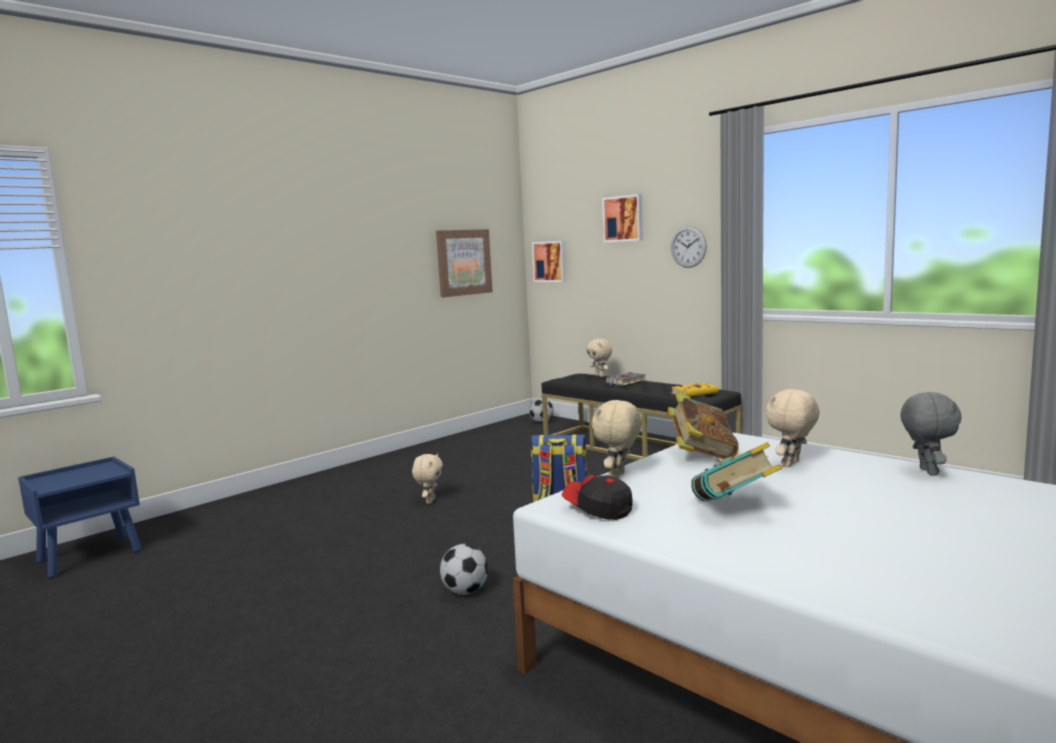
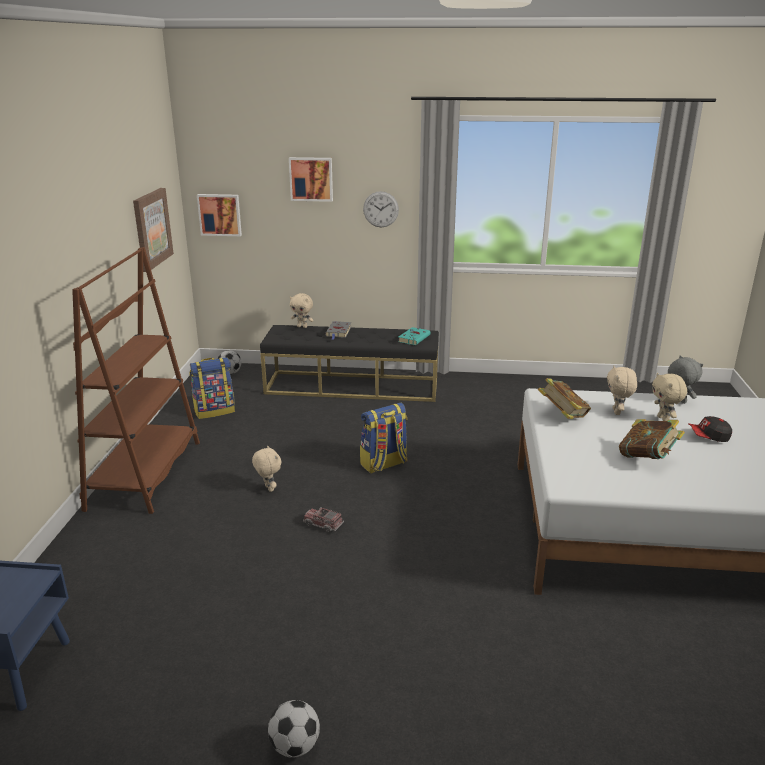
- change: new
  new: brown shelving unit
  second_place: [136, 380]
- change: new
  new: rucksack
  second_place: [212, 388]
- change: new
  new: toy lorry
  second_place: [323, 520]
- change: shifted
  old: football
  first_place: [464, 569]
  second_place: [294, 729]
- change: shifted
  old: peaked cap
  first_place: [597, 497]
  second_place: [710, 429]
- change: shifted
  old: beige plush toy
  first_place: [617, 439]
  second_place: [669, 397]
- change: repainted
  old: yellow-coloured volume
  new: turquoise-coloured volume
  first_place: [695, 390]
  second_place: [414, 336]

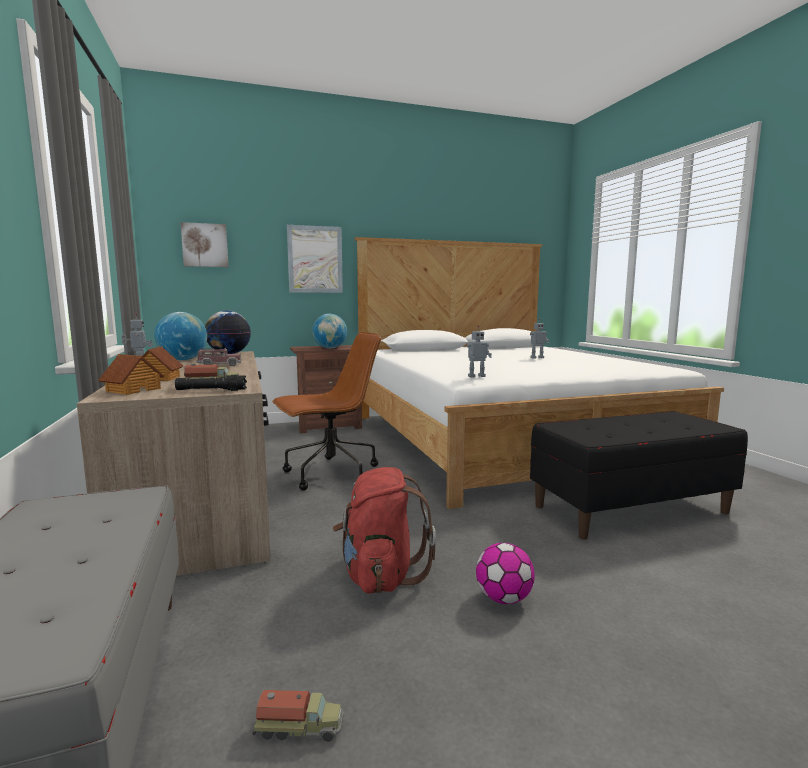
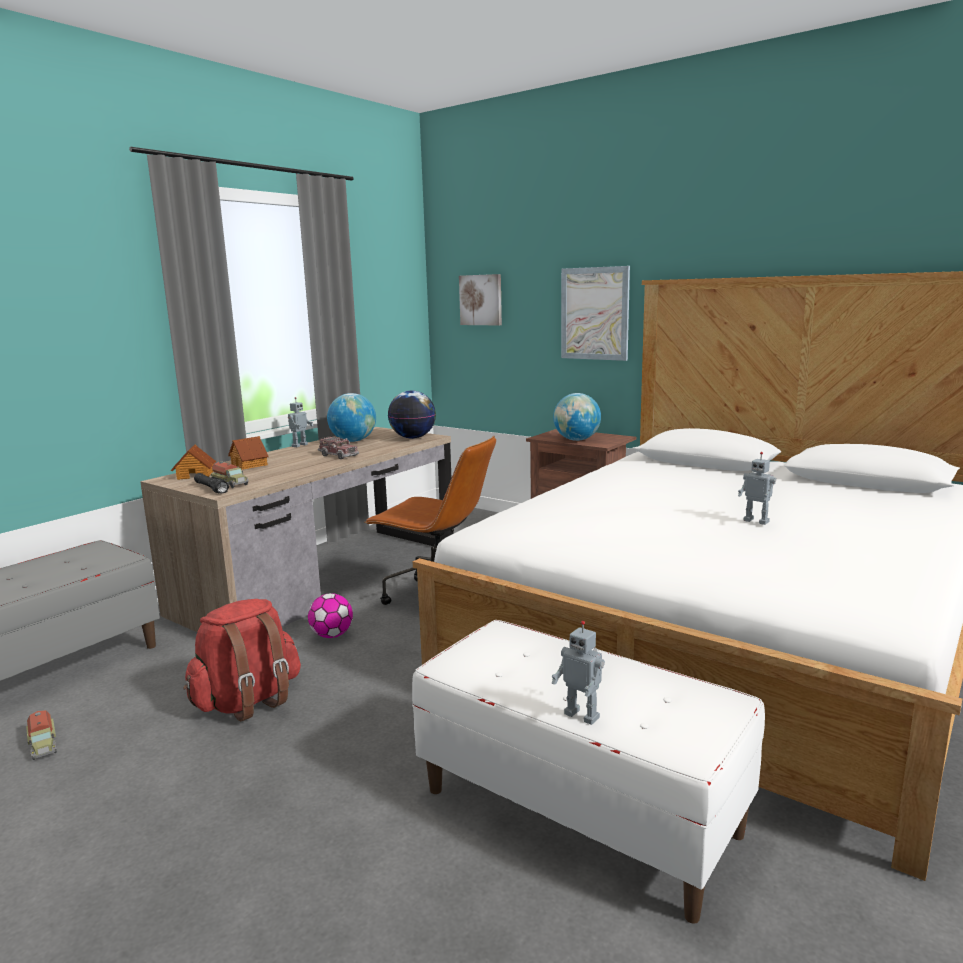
- change: shifted
  old: toy robot
  first_place: [479, 351]
  second_place: [578, 673]
- change: shifted
  old: football
  first_place: [505, 573]
  second_place: [330, 615]
- change: repainted
  old: blackish long seat
  new: whitish long seat
  first_place: [639, 475]
  second_place: [588, 772]

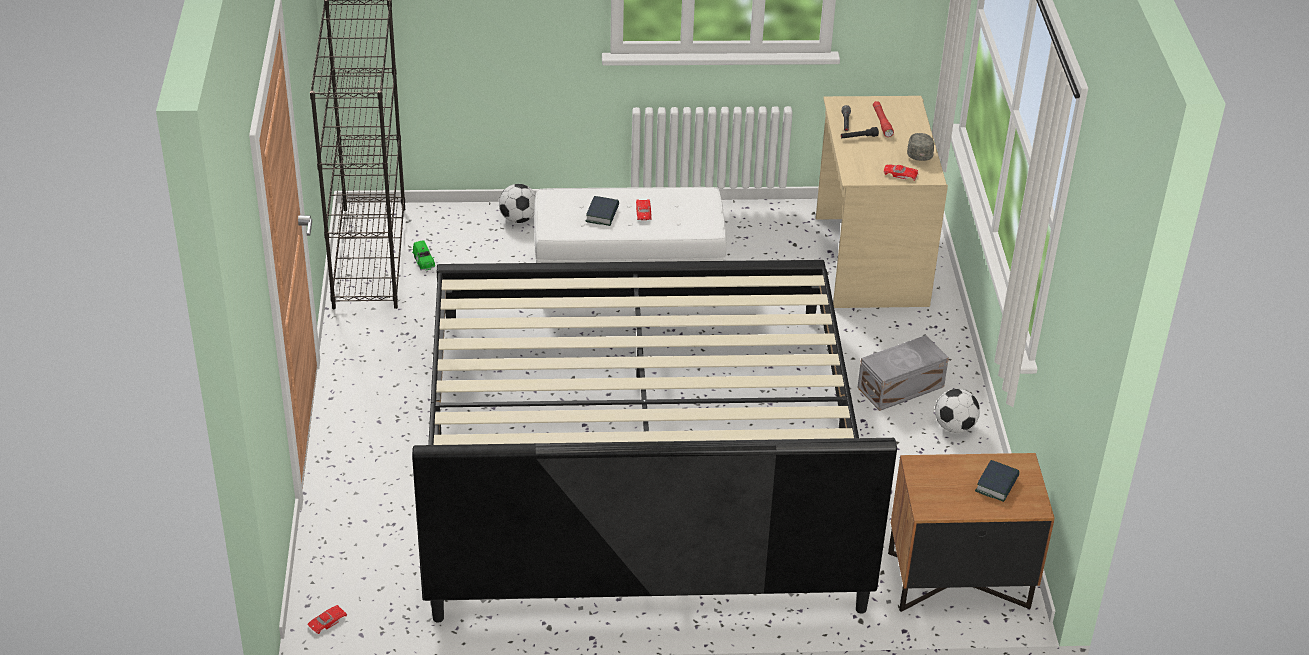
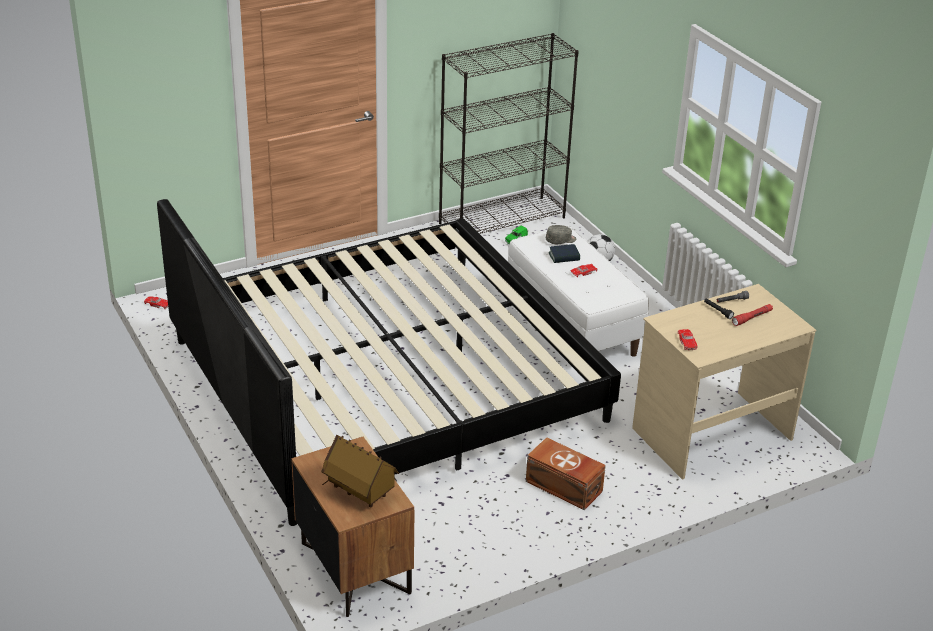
- change: gone
  old: football
  first_place: [957, 411]
- change: shifted
  old: greyish peaked cap
  first_place: [920, 147]
  second_place: [561, 234]
- change: swapped
  old: volume
  new: miniature house
  first_place: [997, 481]
  second_place: [360, 471]
- change: repainted
  old: greyish storage container
  new: brown storage container
  first_place: [903, 373]
  second_place: [566, 473]

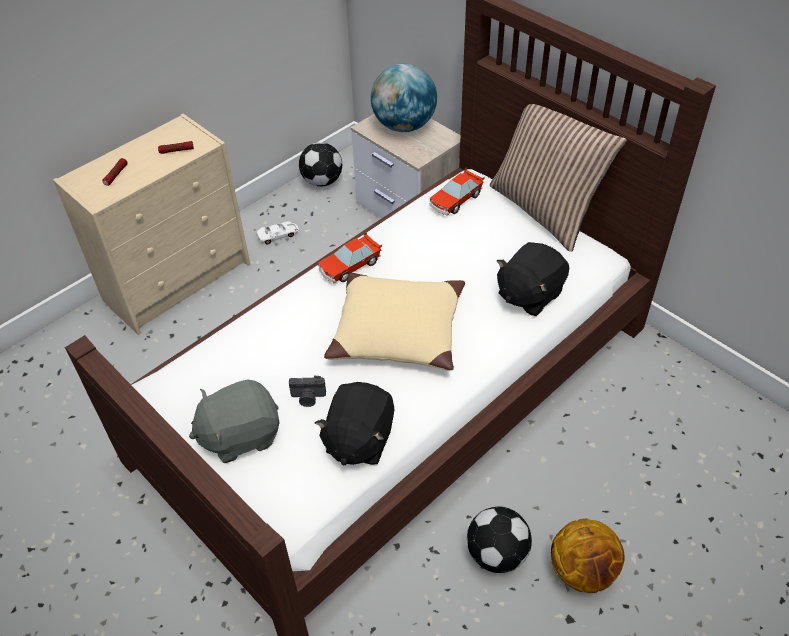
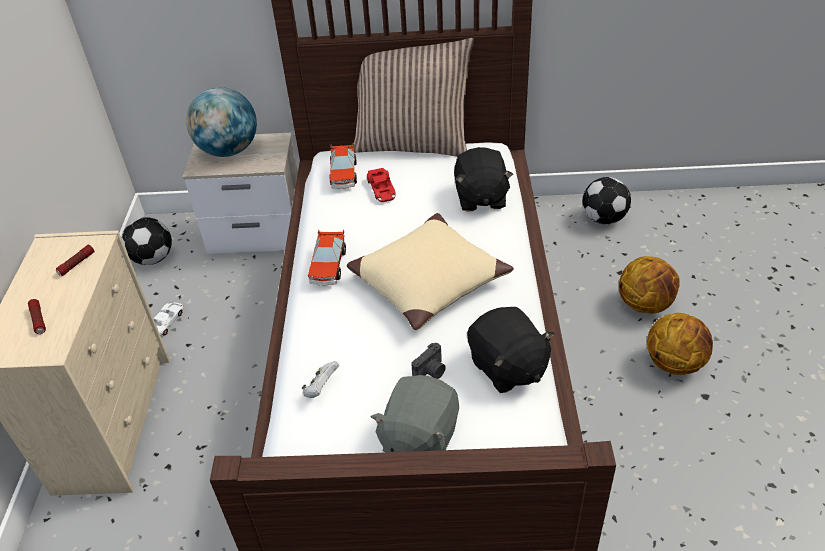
- change: new
  new: whitish game controller
  second_place: [320, 379]
- change: new
  new: red model car
  second_place: [381, 185]
- change: new
  new: ball for basketball
  second_place: [649, 285]
- change: shifted
  old: football
  first_place: [499, 540]
  second_place: [606, 200]

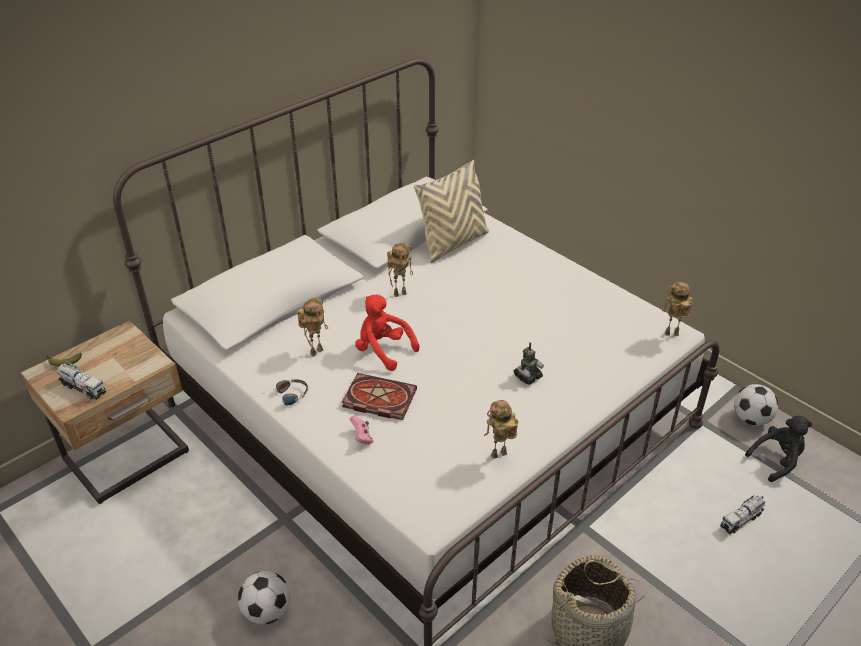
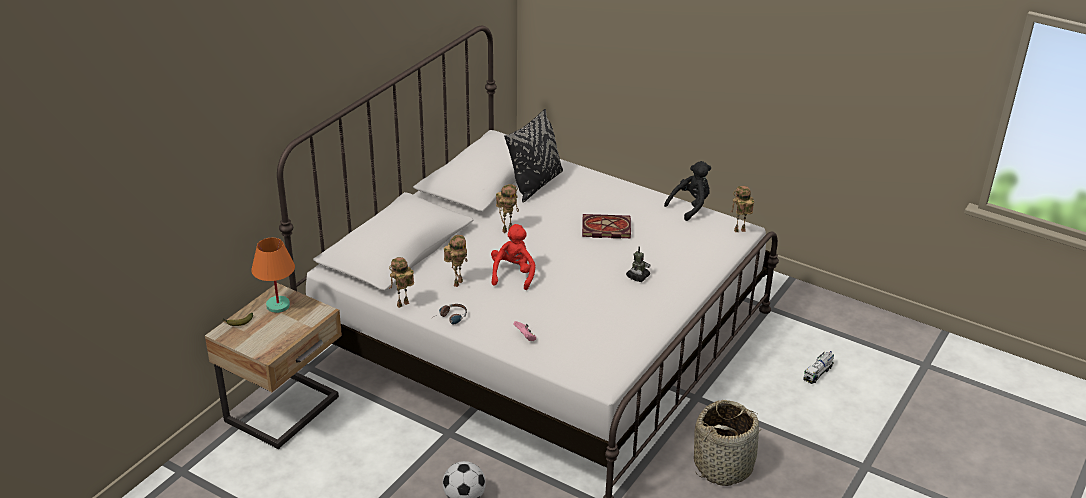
- change: gone
  old: toy lorry
  first_place: [81, 380]
- change: gone
  old: football
  first_place: [756, 405]
- change: new
  new: orange-coloured table lamp
  second_place: [273, 275]
- change: shifted
  old: volume
  first_place: [379, 396]
  second_place: [606, 226]
- change: shifted
  old: toy robot
  first_place: [501, 429]
  second_place: [401, 282]
- change: shifted
  old: blackish plush toy
  first_place: [778, 449]
  second_place: [687, 191]
- change: repainted
  old: beige cushion
  new: blackish cushion
  first_place: [451, 211]
  second_place: [533, 156]
- change: rotated
  old: red plush toy
  first_place: [387, 333]
  second_place: [513, 257]
  degrees: 75

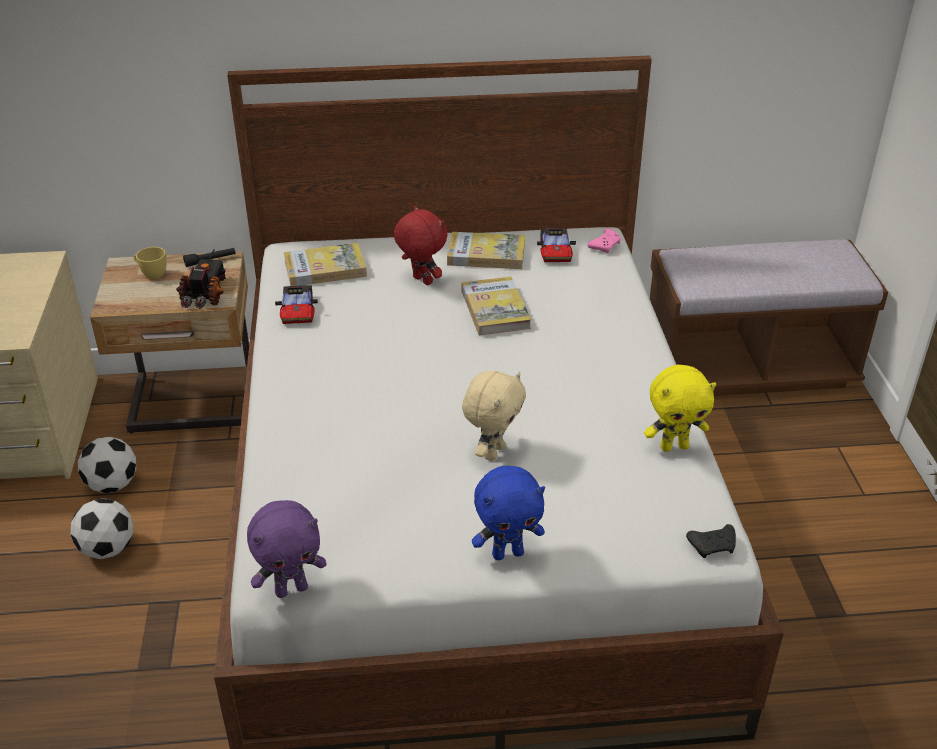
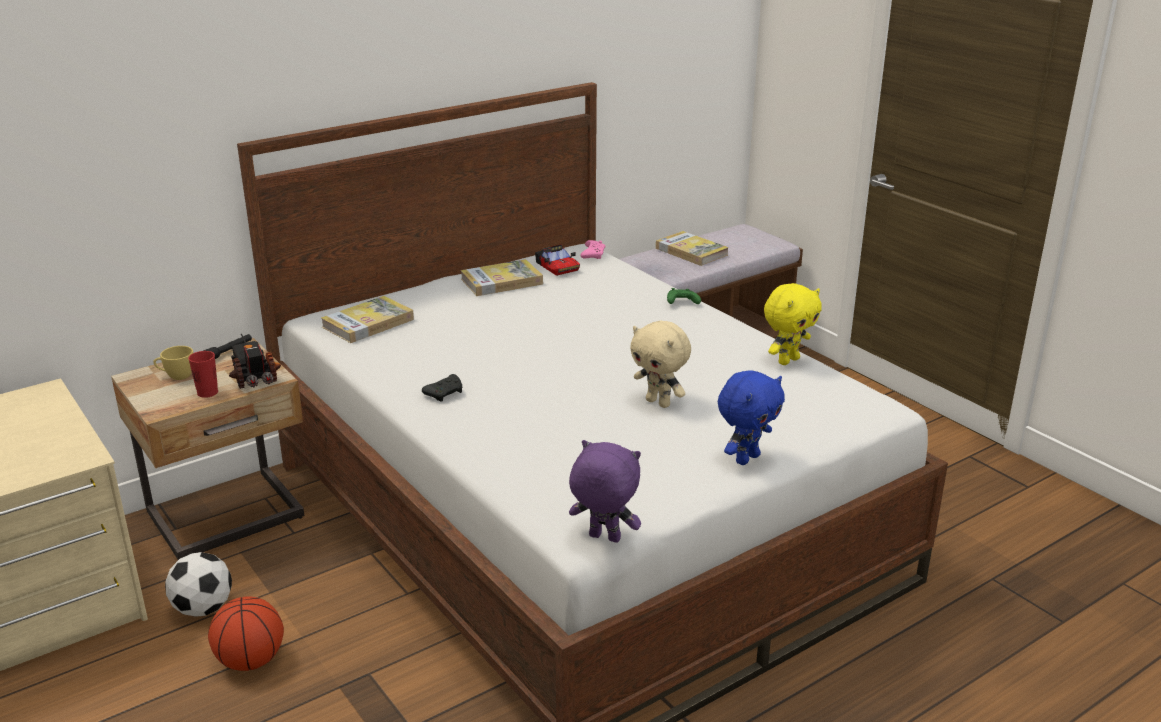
- change: gone
  old: model car
  first_place: [296, 304]
- change: gone
  old: red plush toy
  first_place: [421, 246]
- change: new
  new: red small cup
  second_place: [203, 374]
- change: new
  new: green-coloured game controller
  second_place: [684, 296]
- change: shifted
  old: volume
  first_place: [496, 306]
  second_place: [692, 248]
- change: shifted
  old: blackish game controller
  first_place: [711, 541]
  second_place: [442, 388]
- change: swapped
  old: football
  new: ball for basketball
  first_place: [102, 528]
  second_place: [246, 633]
- change: rotated
  old: purple-coloured plush toy
  first_place: [287, 549]
  second_place: [605, 491]
  degrees: -105
- change: rotated
  old: beige plush toy
  first_place: [494, 416]
  second_place: [660, 364]
  degrees: 135

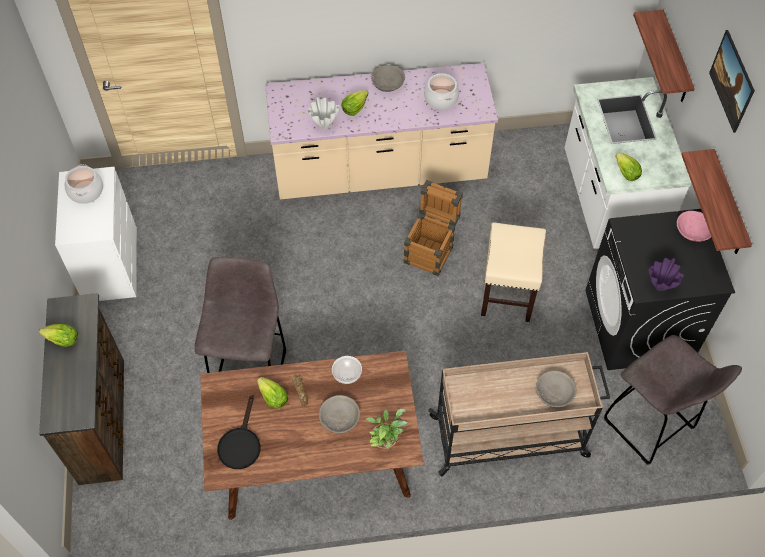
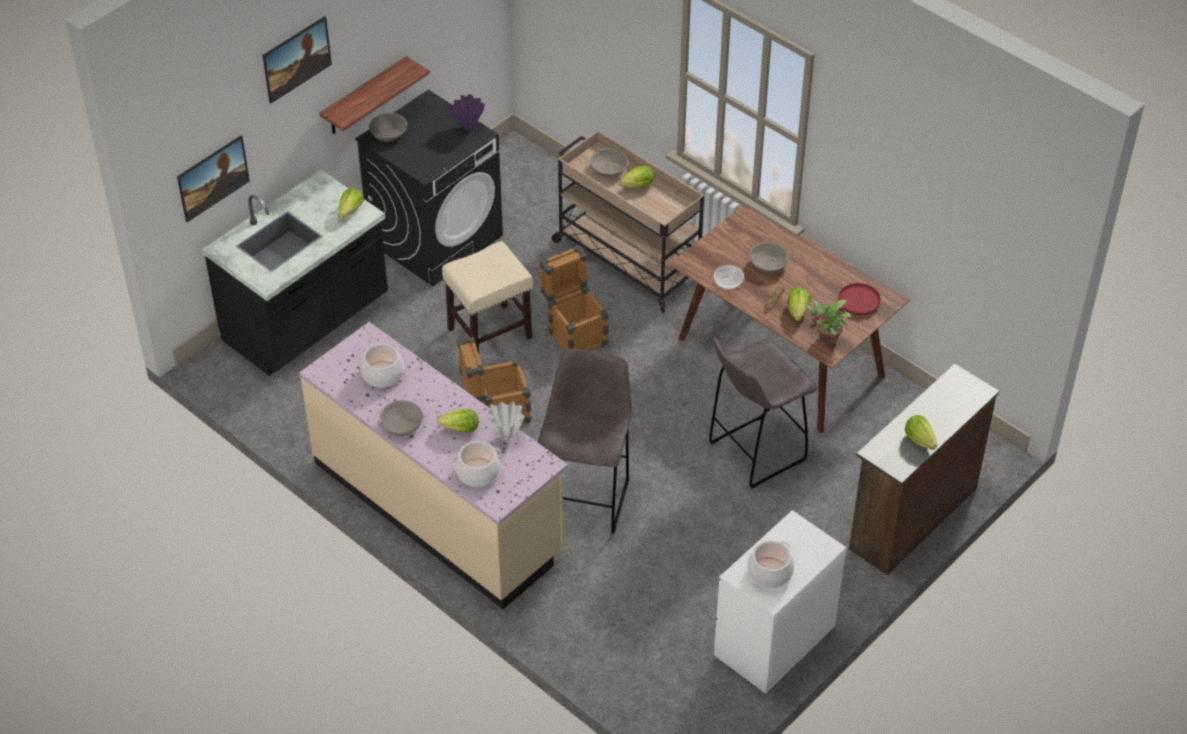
- change: new
  new: saucepot
  second_place: [477, 464]
- change: new
  new: shipping crate
  second_place: [574, 298]
- change: new
  new: lettuce head
  second_place: [637, 176]
- change: shifted
  old: plant in a pot
  first_place: [387, 430]
  second_place: [828, 322]
- change: shifted
  old: greyish stool seat
  first_place: [673, 400]
  second_place: [585, 441]
- change: swapped
  old: wall shelf
  new: wall picture
  first_place: [664, 56]
  second_place: [213, 178]
- change: repainted
  old: blackish frying pan
  new: red frying pan
  first_place: [239, 432]
  second_place: [846, 302]
- change: repainted
  old: whitish kitchen base unit
  new: blackish kitchen base unit
  first_place: [628, 163]
  second_place: [295, 273]
- change: repainted
  old: pinkish bowl
  new: greyish bowl
  first_place: [694, 226]
  second_place: [388, 127]

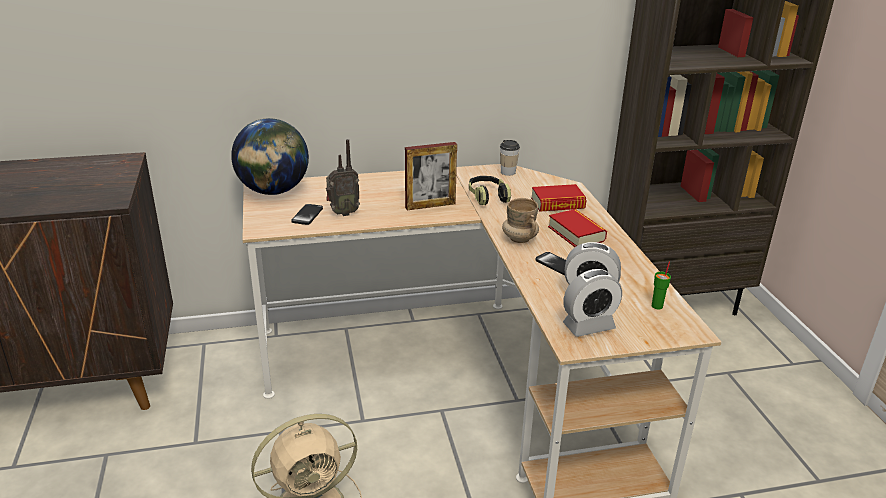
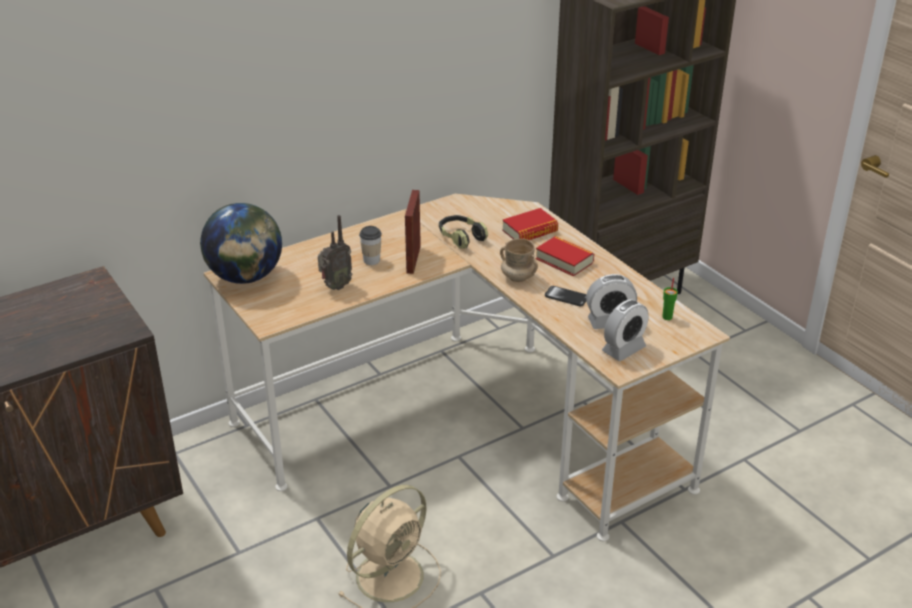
- change: gone
  old: phone
  first_place: [307, 214]
- change: shifted
  old: small cup
  first_place: [510, 158]
  second_place: [370, 245]
- change: rotated
  old: picture frame
  first_place: [431, 176]
  second_place: [413, 232]
  degrees: 135

